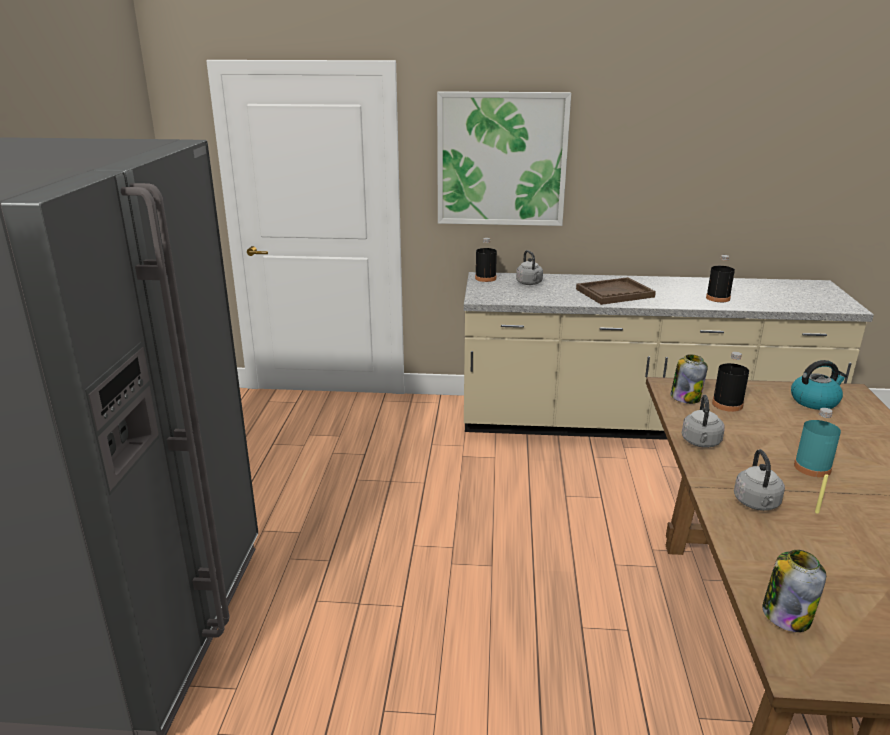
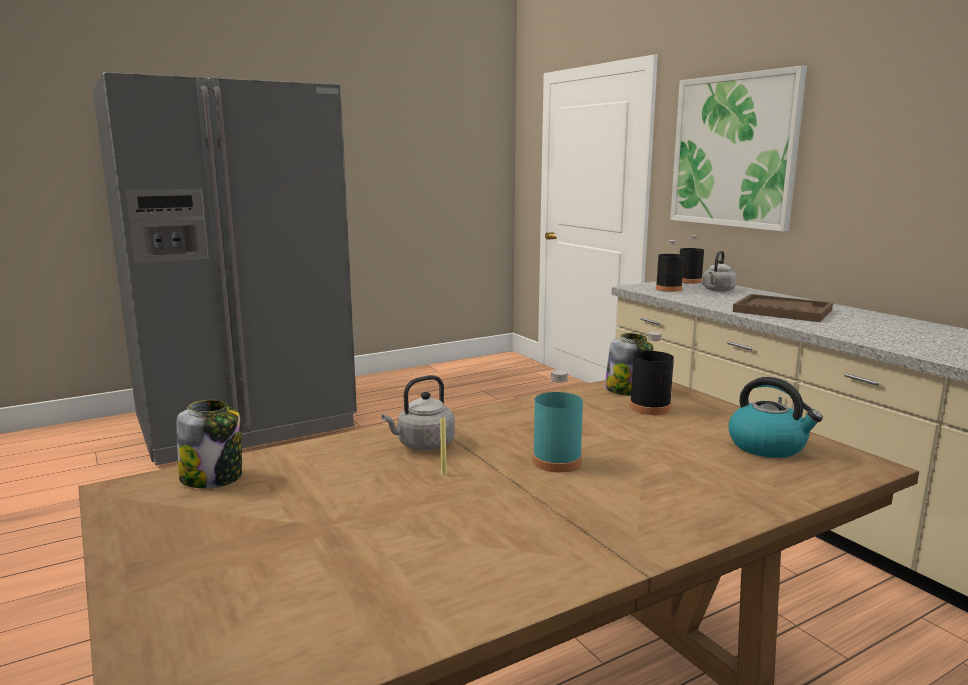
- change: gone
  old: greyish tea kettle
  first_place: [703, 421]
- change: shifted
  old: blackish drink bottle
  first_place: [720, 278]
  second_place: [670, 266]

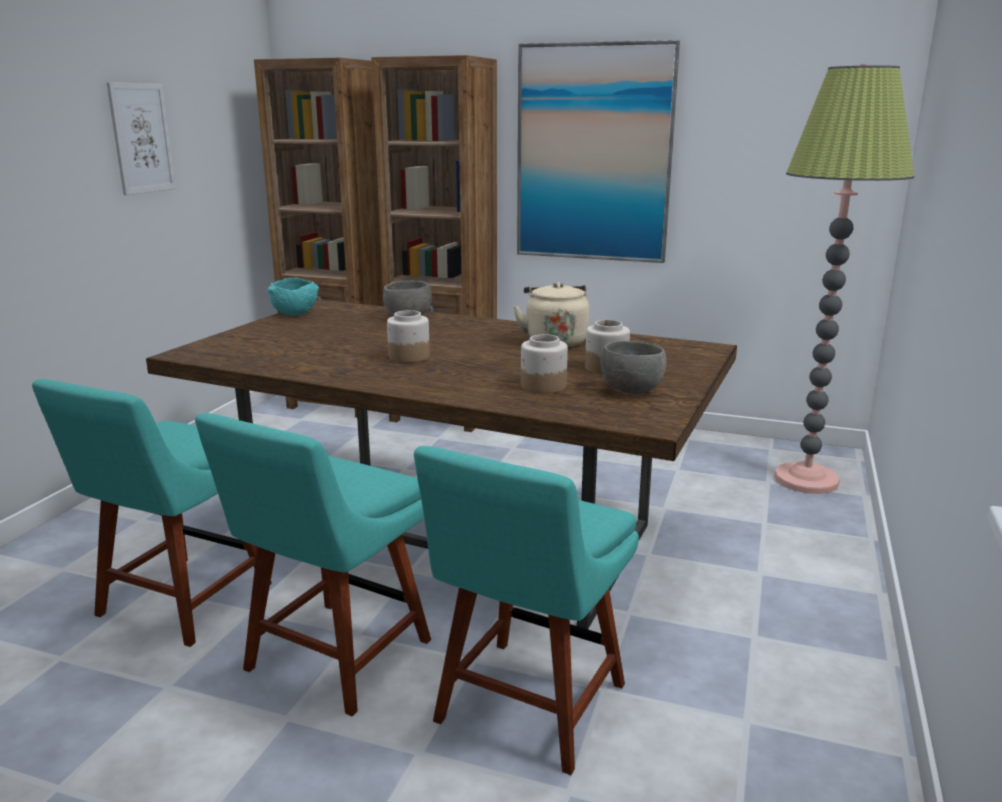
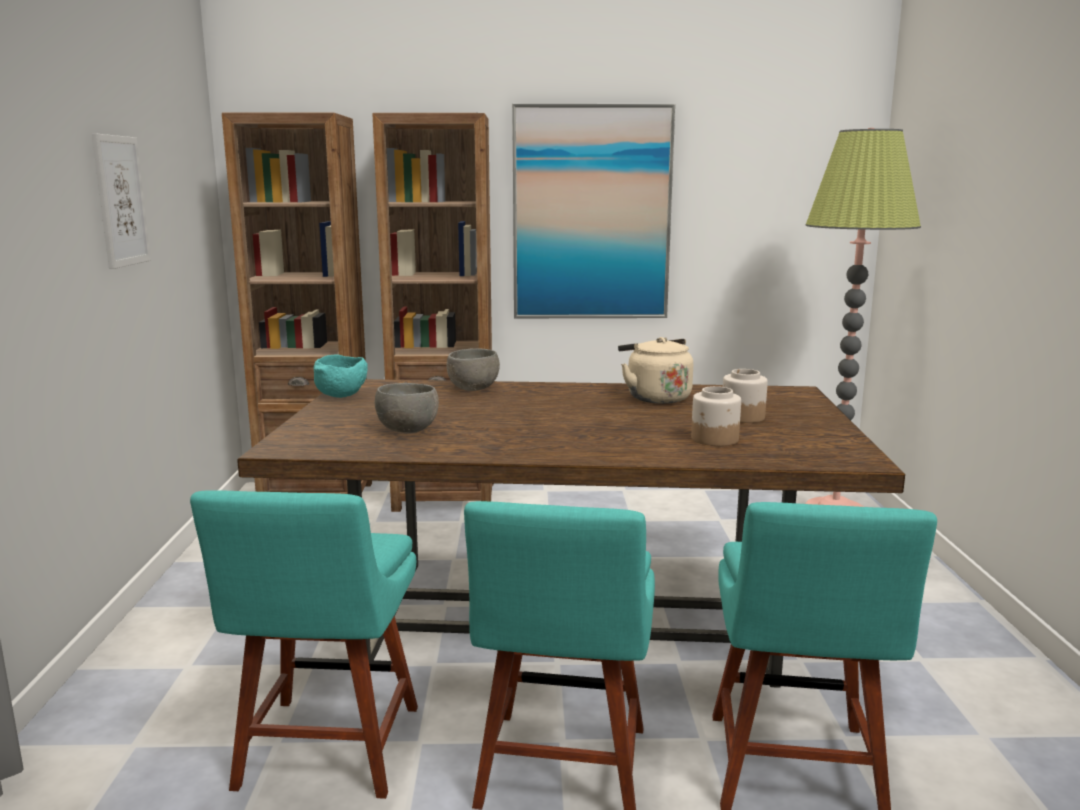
- change: gone
  old: preserve jar
  first_place: [408, 336]
- change: shifted
  old: greyish bowl
  first_place: [633, 367]
  second_place: [406, 408]

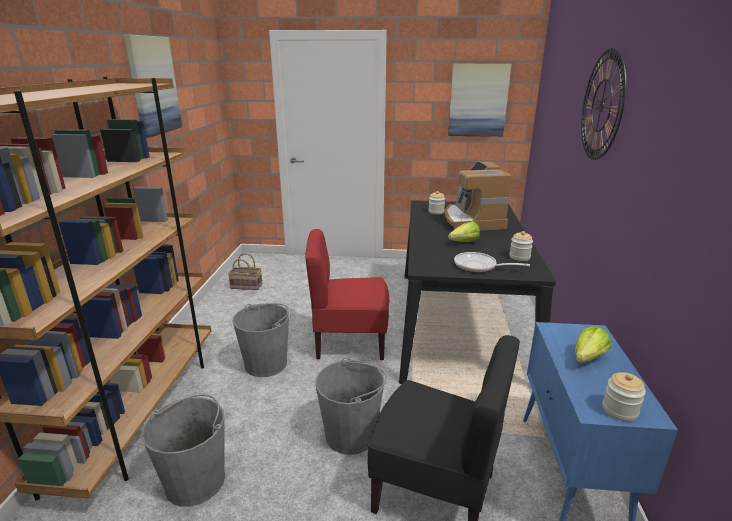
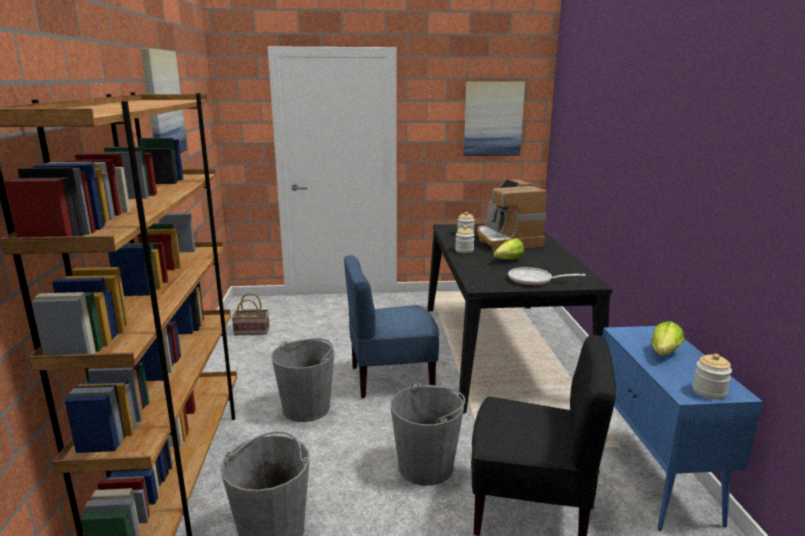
- change: gone
  old: hanging clock
  first_place: [603, 104]
- change: shifted
  old: preserve jar
  first_place: [521, 246]
  second_place: [465, 239]
- change: repainted
  old: red upright chair
  new: blue upright chair
  first_place: [347, 294]
  second_place: [391, 326]

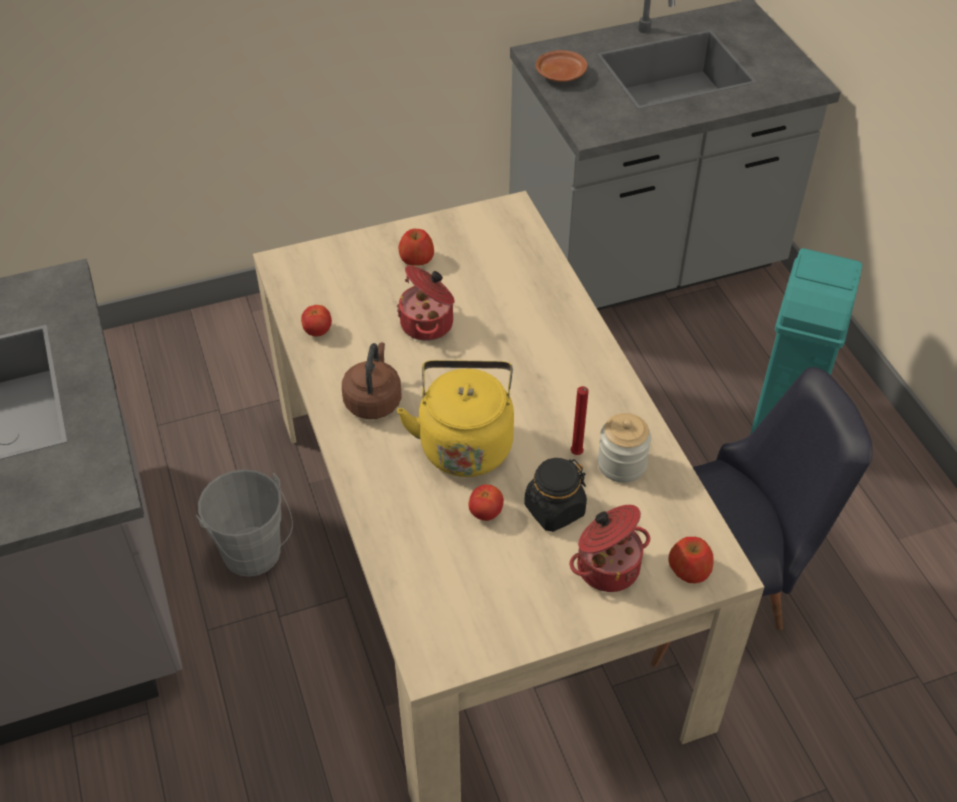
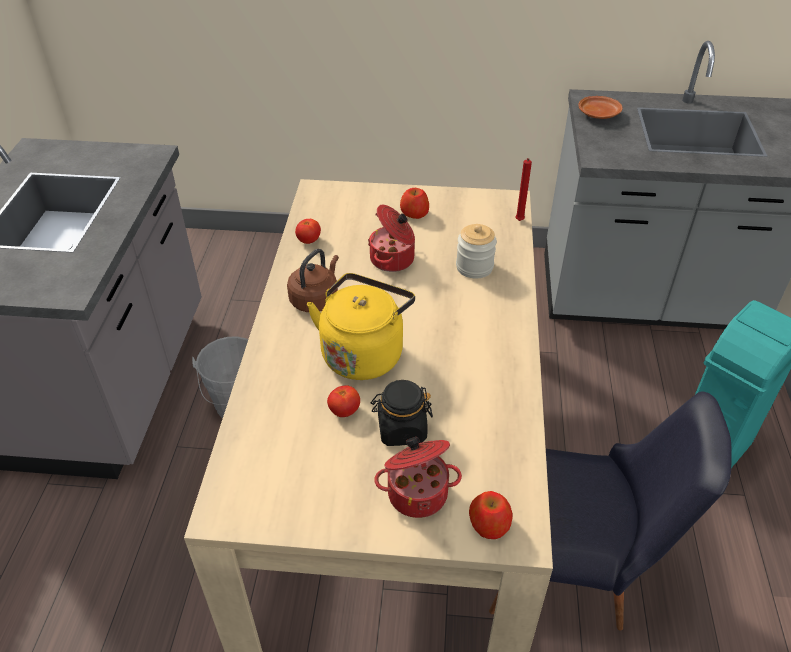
- change: shifted
  old: red wax light
  first_place: [580, 420]
  second_place: [523, 189]
- change: shifted
  old: preserve jar
  first_place: [624, 448]
  second_place: [476, 251]

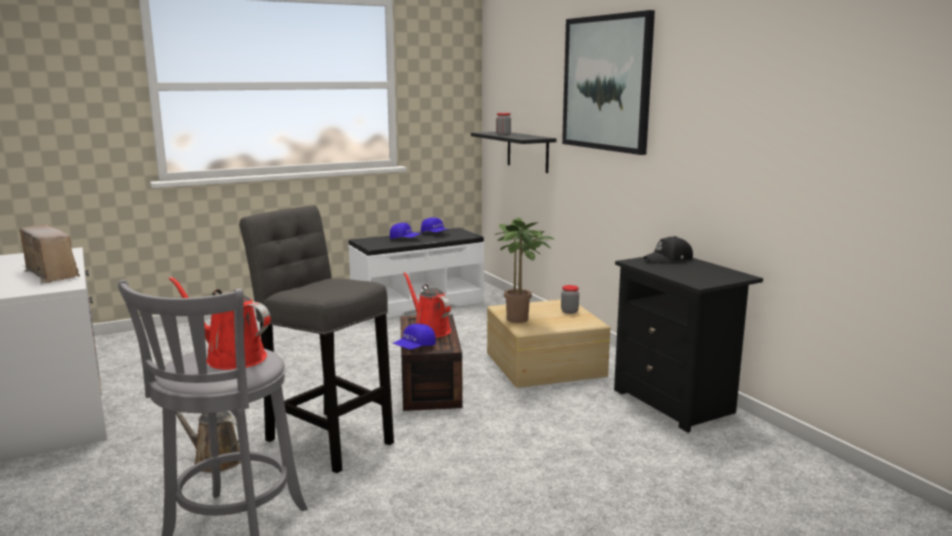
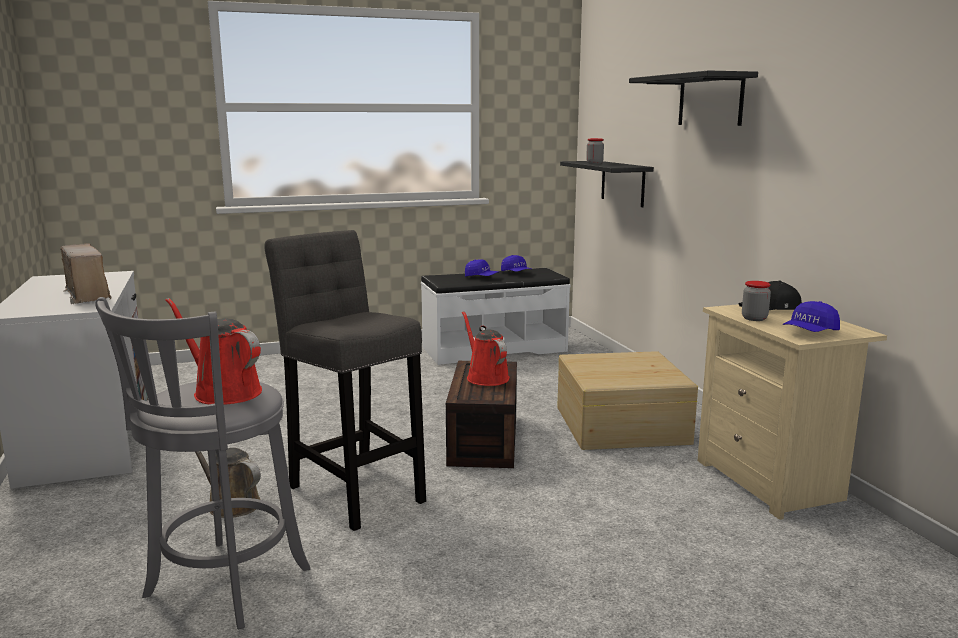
- change: gone
  old: plant in a pot
  first_place: [525, 270]
- change: shifted
  old: blue peaked cap
  first_place: [414, 336]
  second_place: [811, 316]
- change: shifted
  old: preserve jar
  first_place: [570, 299]
  second_place: [756, 301]
- change: swapped
  old: wall picture
  new: blackish wall shelf
  first_place: [608, 82]
  second_place: [693, 98]
- change: repainted
  old: blackish bedside table
  new: beige bedside table
  first_place: [688, 345]
  second_place: [792, 412]

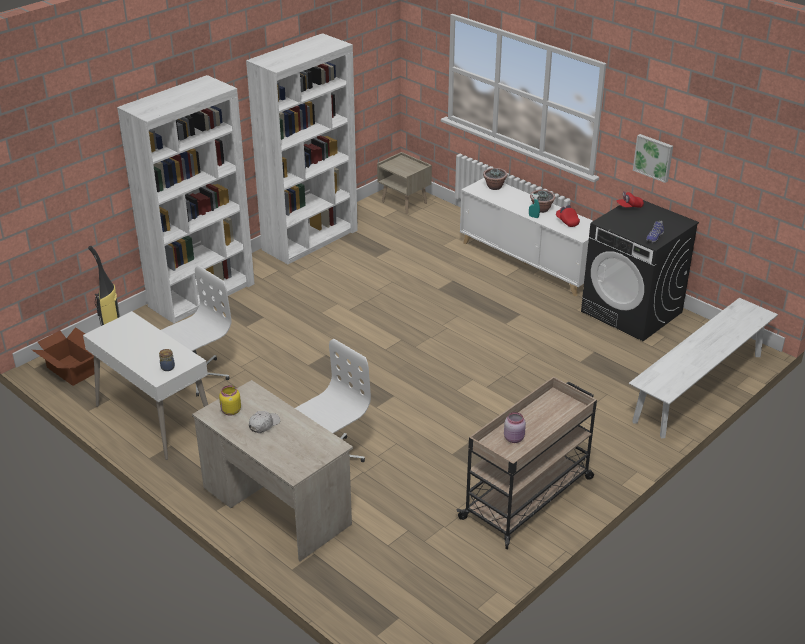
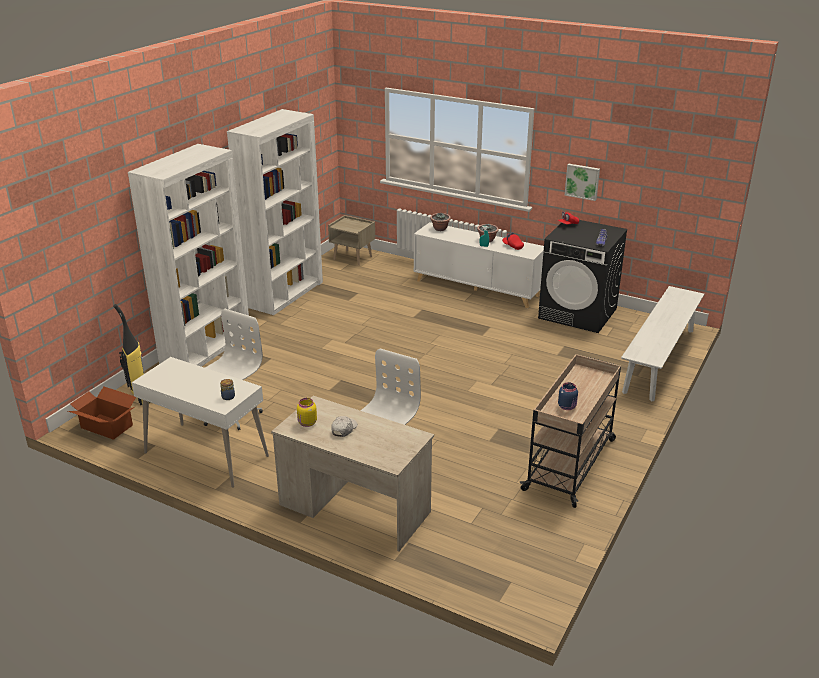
- change: repainted
  old: pinkish preserve jar
  new: blue preserve jar
  first_place: [515, 427]
  second_place: [568, 396]

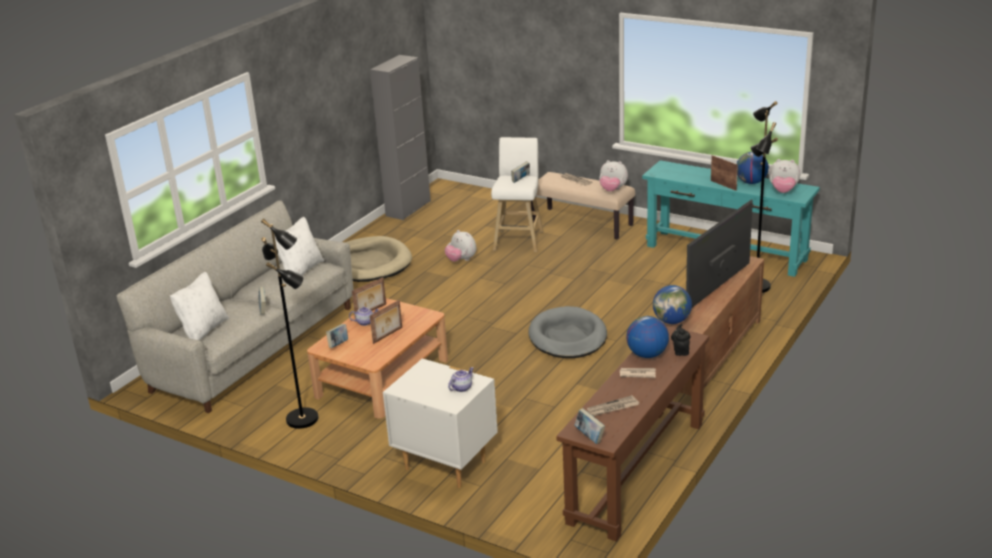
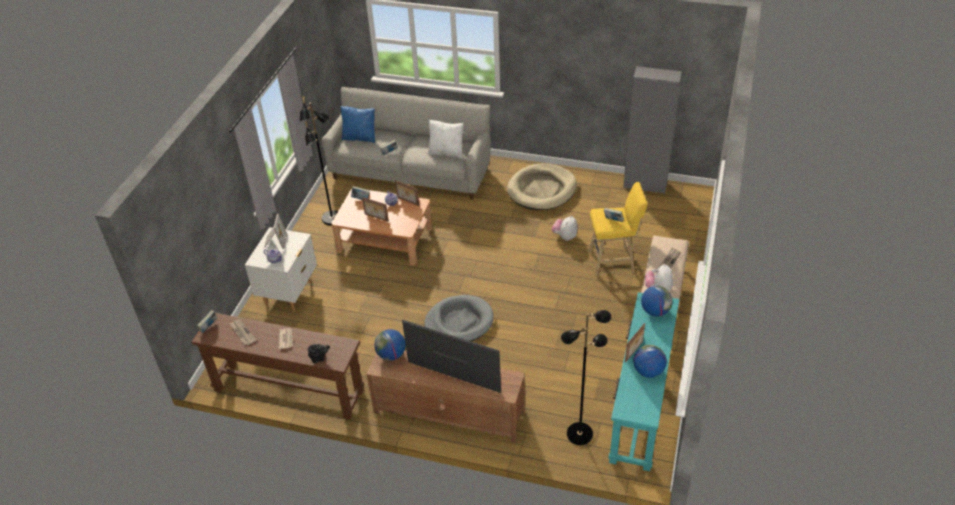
- change: gone
  old: plush toy
  first_place: [784, 176]
- change: new
  new: picture frame
  second_place: [275, 231]
- change: shifted
  old: world globe
  first_place: [648, 337]
  second_place: [657, 301]
- change: repainted
  old: whitish cushion
  new: blue cushion
  first_place: [199, 306]
  second_place: [358, 124]
- change: repainted
  old: whitish stool seat
  new: yellow-coloured stool seat
  first_place: [517, 194]
  second_place: [617, 229]

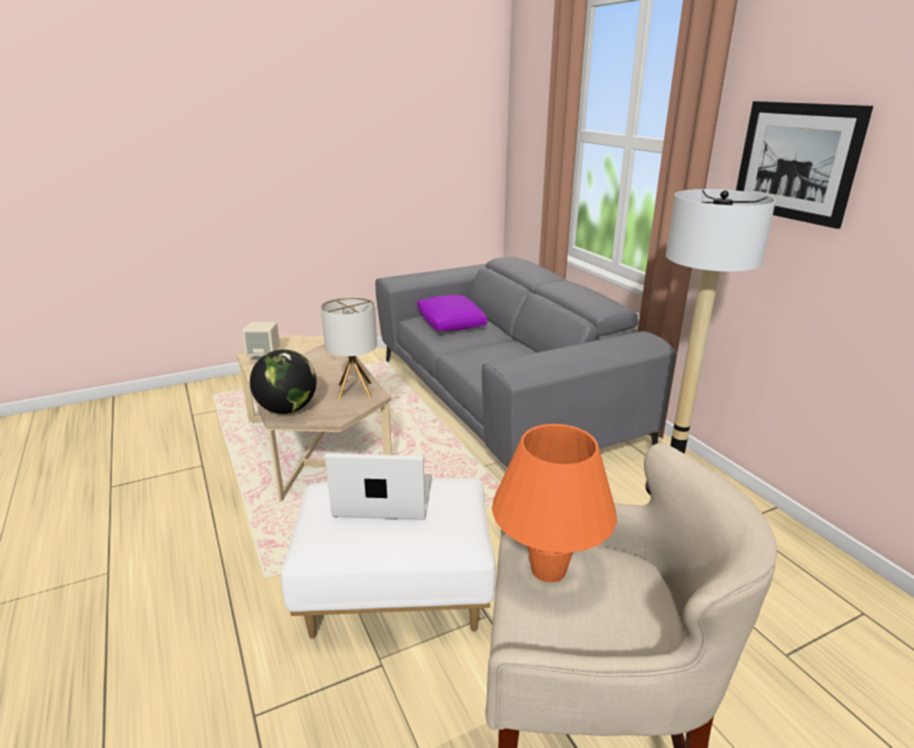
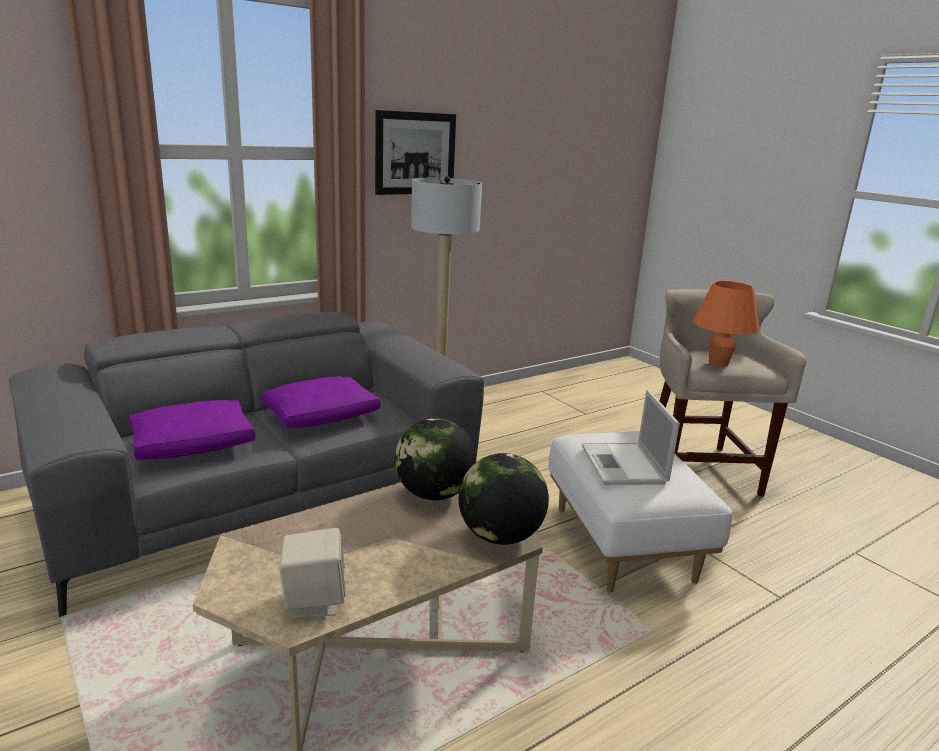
- change: new
  new: purple-coloured cushion
  second_place: [321, 402]
- change: swapped
  old: table lamp
  new: world globe
  first_place: [349, 348]
  second_place: [435, 459]

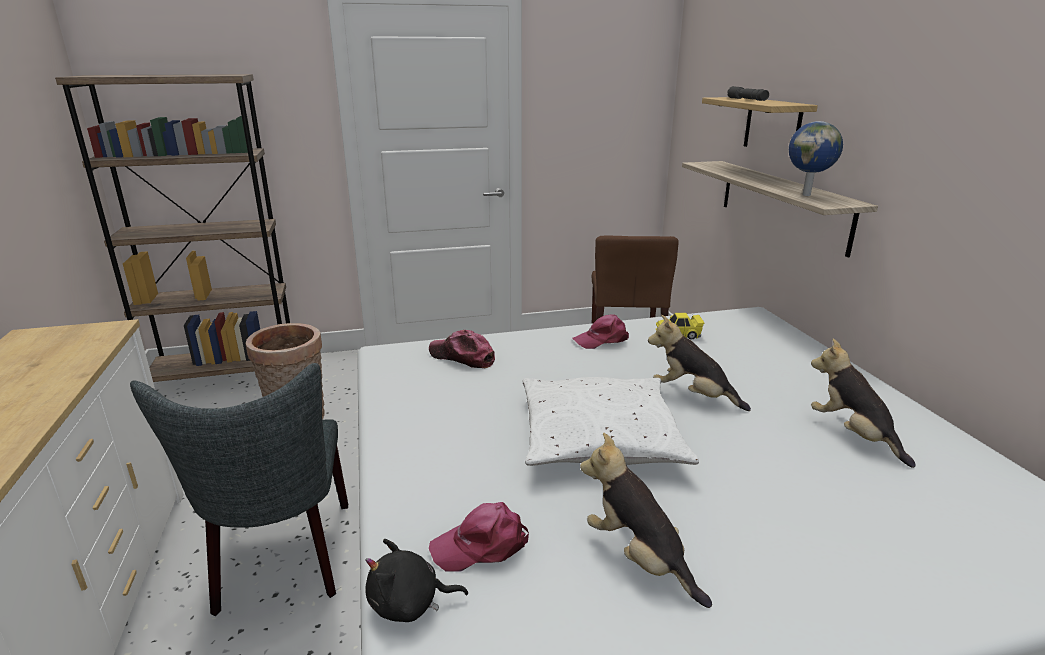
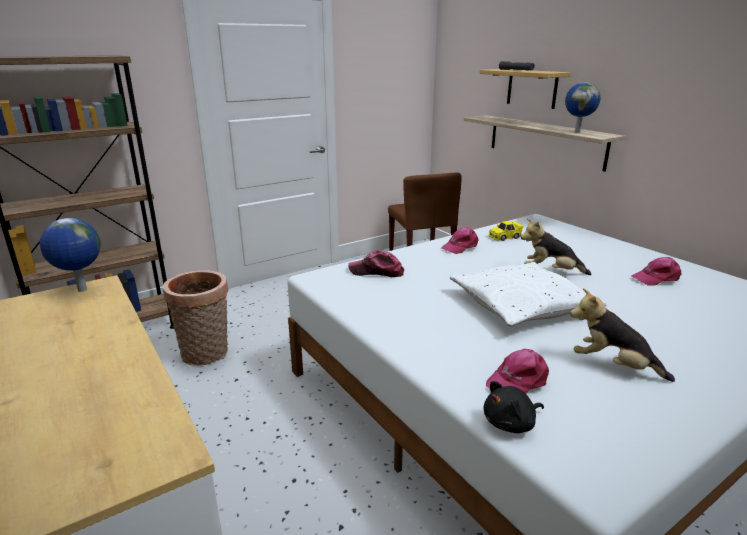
- change: gone
  old: greyish upright chair
  first_place: [239, 489]
- change: new
  new: world globe
  second_place: [70, 255]
- change: swapped
  old: plush toy
  new: pinkish peaked cap
  first_place: [863, 403]
  second_place: [656, 271]

